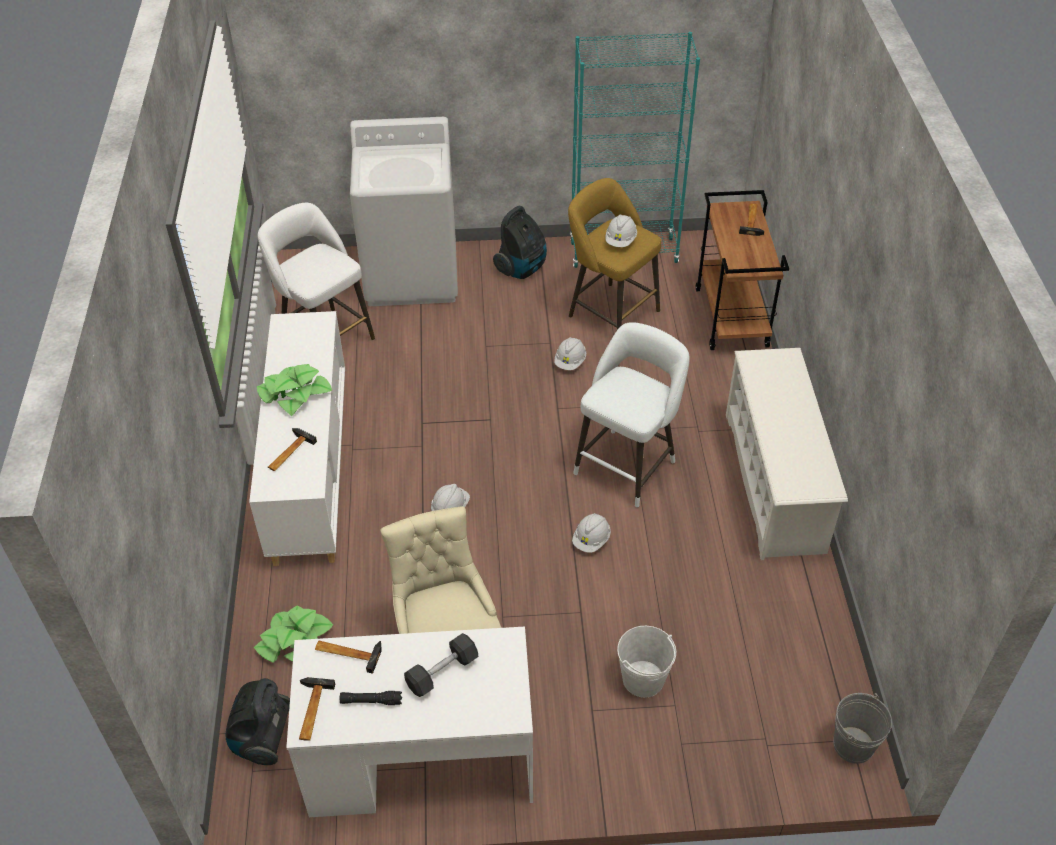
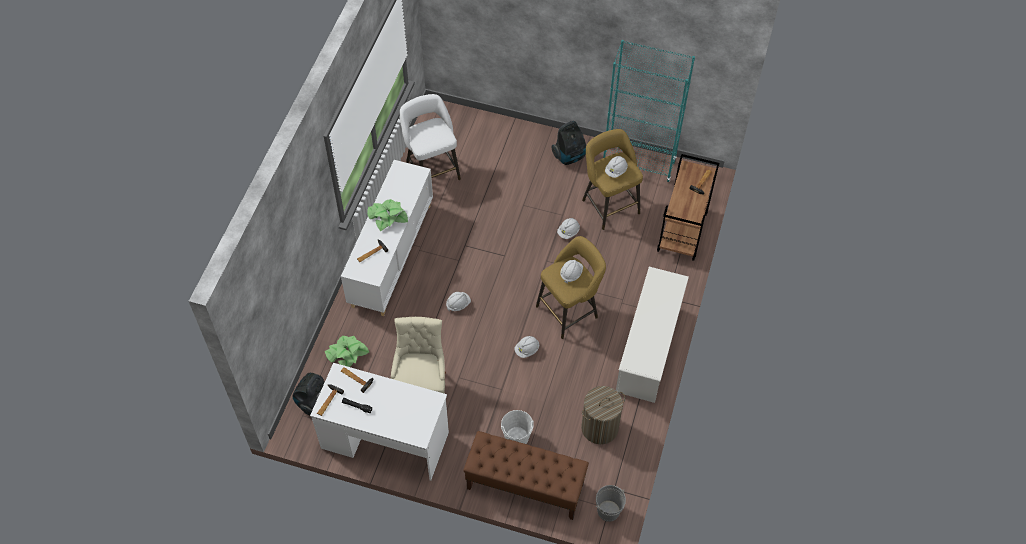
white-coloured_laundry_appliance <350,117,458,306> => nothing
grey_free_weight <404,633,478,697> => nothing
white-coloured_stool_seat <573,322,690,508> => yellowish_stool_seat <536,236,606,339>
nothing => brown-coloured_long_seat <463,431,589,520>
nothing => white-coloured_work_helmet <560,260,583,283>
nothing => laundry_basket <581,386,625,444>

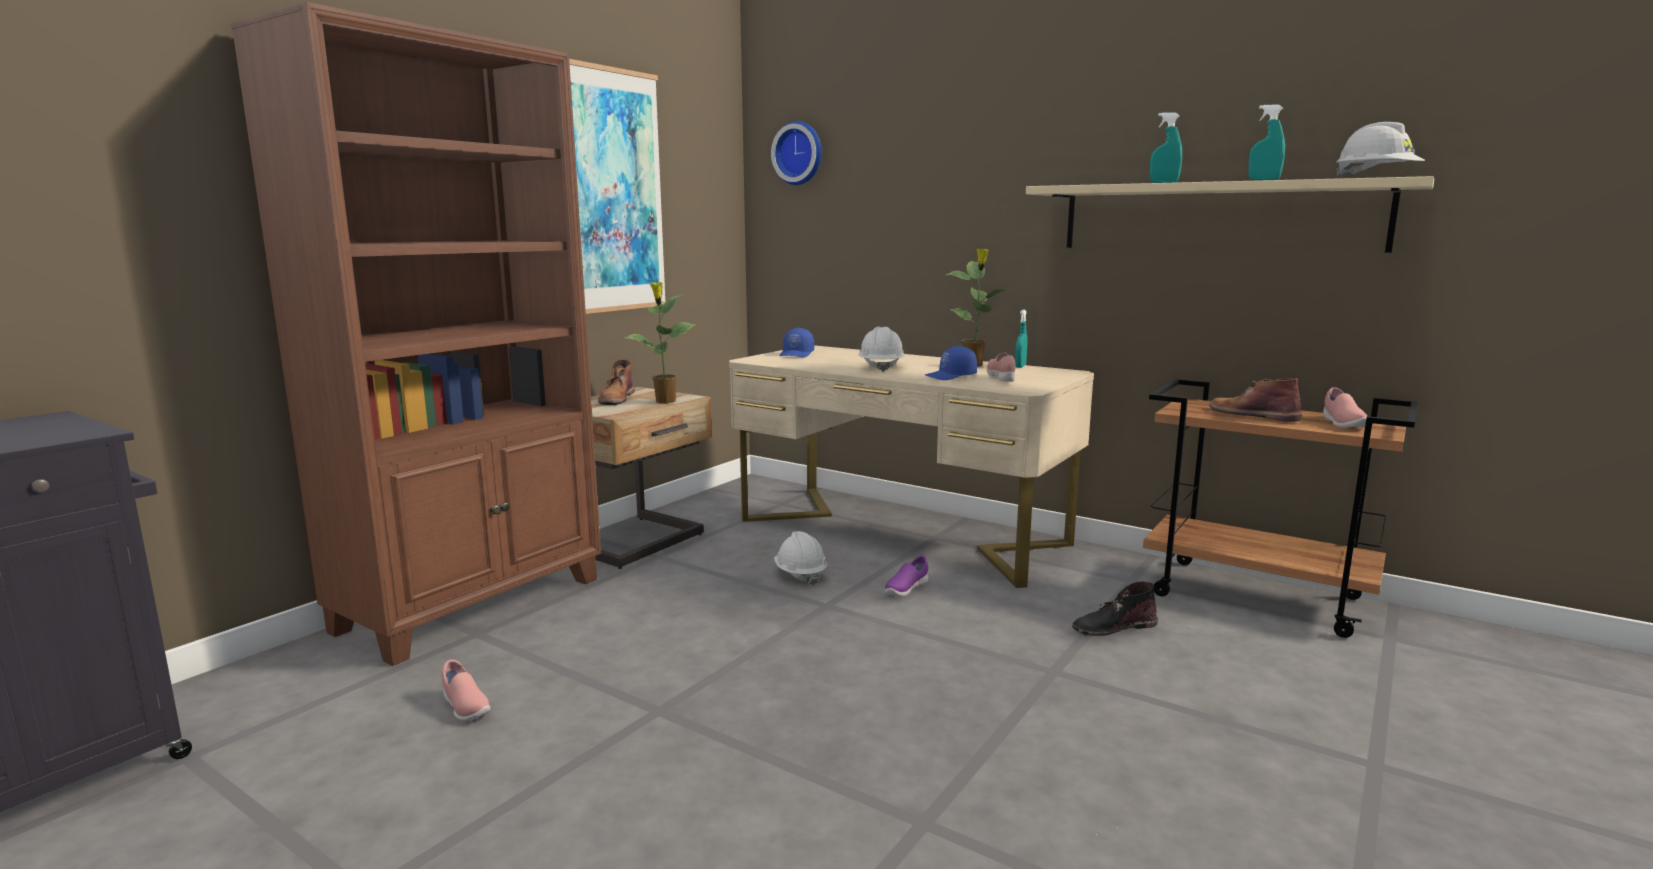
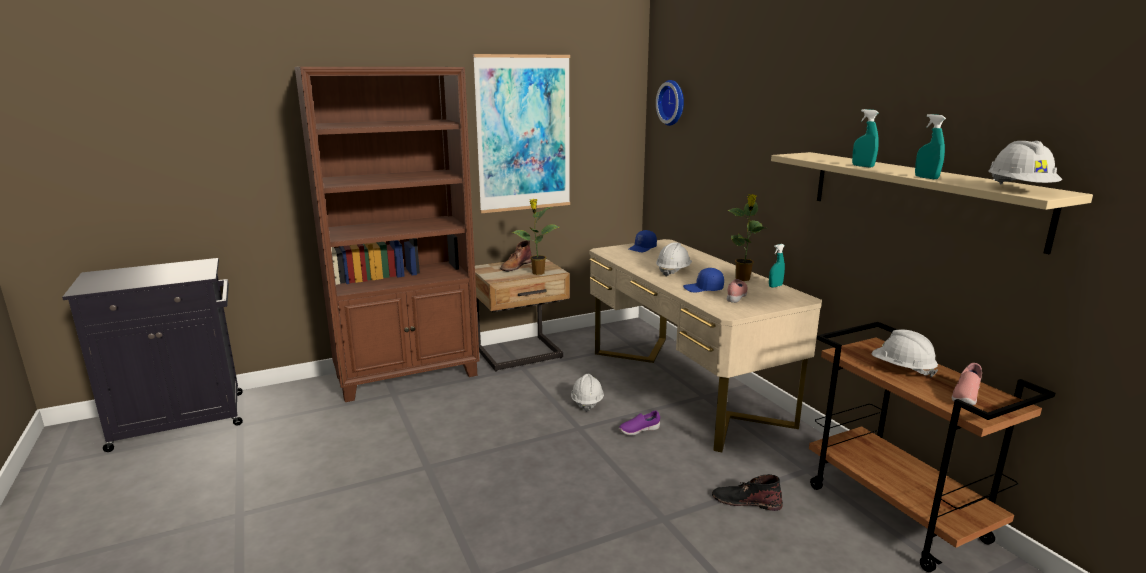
pinkish_low_shoe <442,660,490,721> => nothing
brown-coloured_tall_boot <1209,378,1302,422> => white-coloured_work_helmet <871,330,938,378>

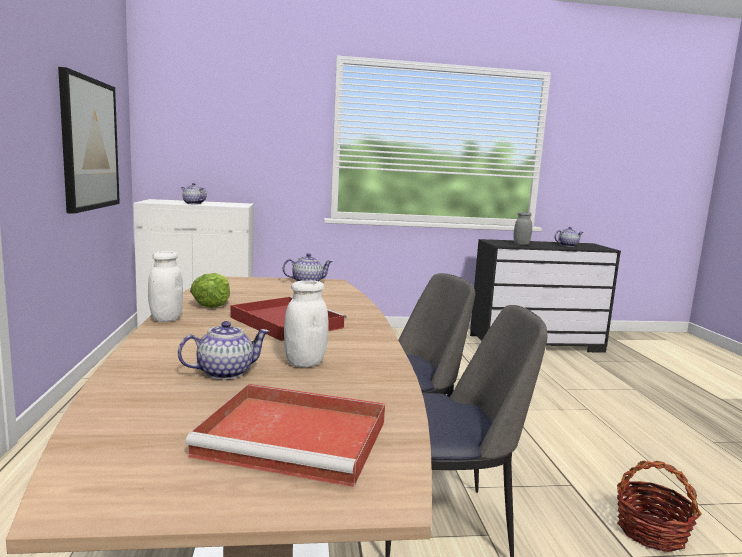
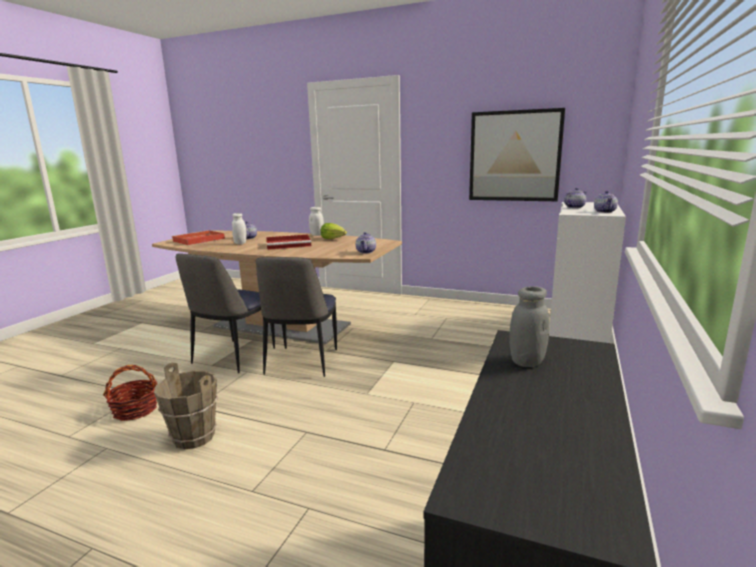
tea_pot <554,227,584,247> => tea_pot <594,191,618,213>, move
nothing => brown-coloured_pail <154,362,218,449>

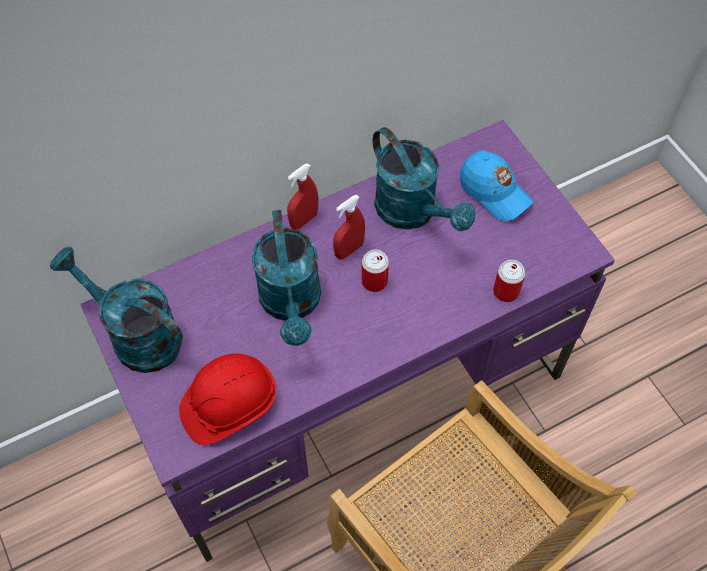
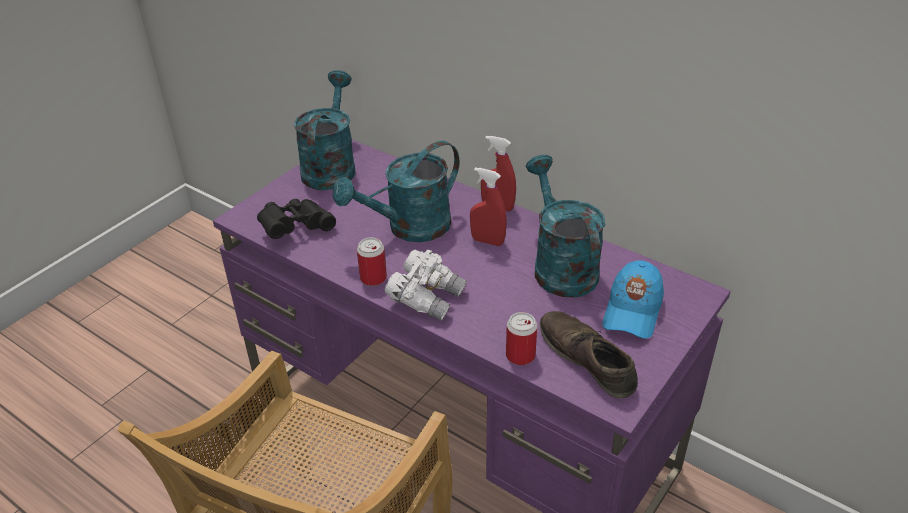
red-coloured_work_helmet <179,354,276,445> => blackish_binoculars <257,199,336,239>
sealed_can <362,250,389,292> => sealed_can <357,237,387,286>, move
blue-green_sprinkling_can <372,127,475,231> => blue-green_sprinkling_can <526,155,605,298>, 135 degrees clockwise
nothing => white-coloured_binoculars <385,250,467,321>
nothing => brown-coloured_low_shoe <540,311,638,398>

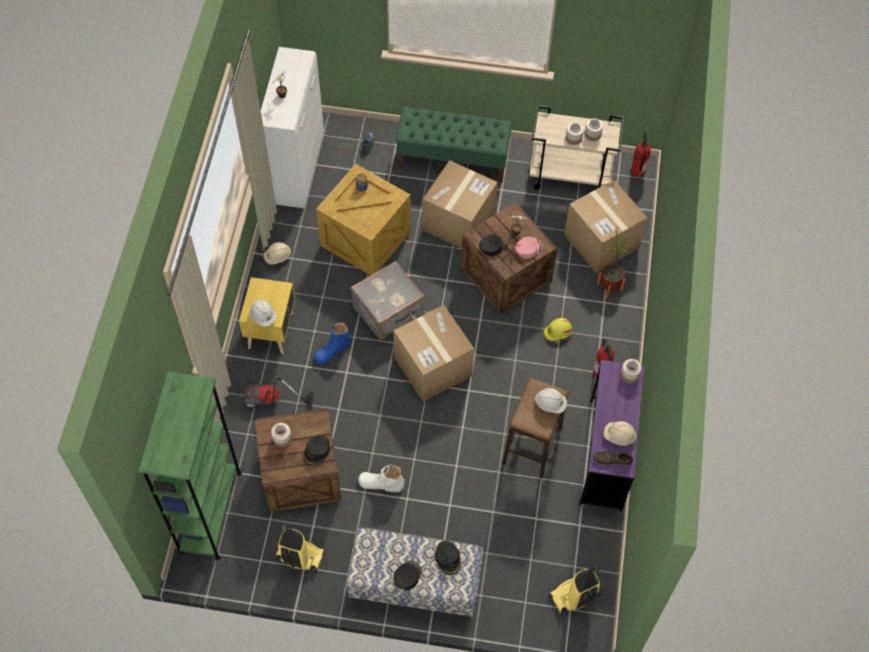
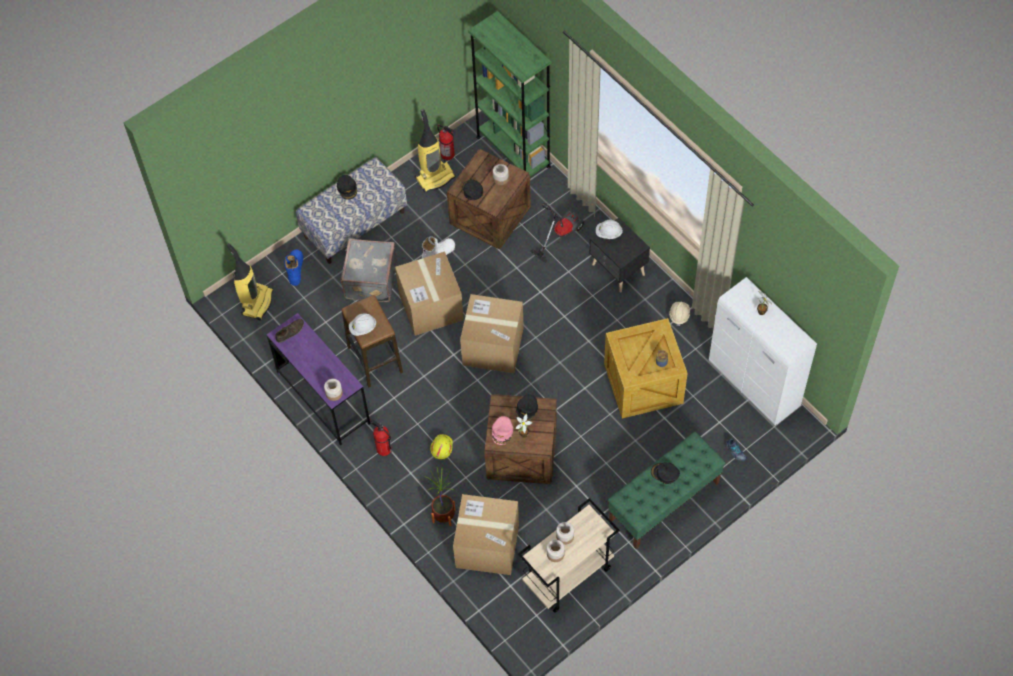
yellowish_night_table <239,277,295,354> => blackish_night_table <589,218,650,293>
blue-coloured_tall_boot <314,322,351,365> => blue-coloured_tall_boot <284,249,303,286>, move
grey_suitcase <351,261,425,340> => grey_suitcase <341,239,397,302>, move
packing_box <423,160,498,248> => packing_box <395,251,464,336>, move
blackish_cap <435,541,461,575> => blackish_cap <651,462,680,484>, move
beige_work_helmet <604,421,636,446> => nothing
fire_extinguisher <631,130,651,177> => fire_extinguisher <437,125,455,160>, move

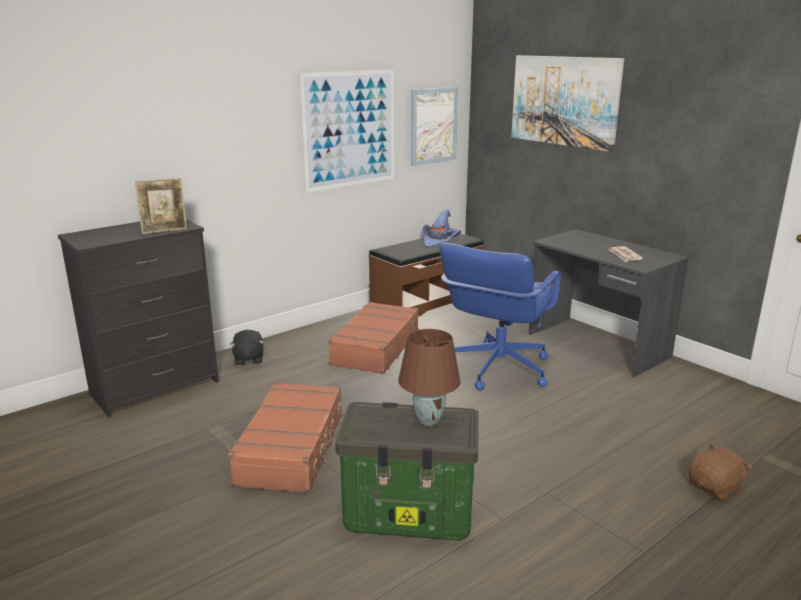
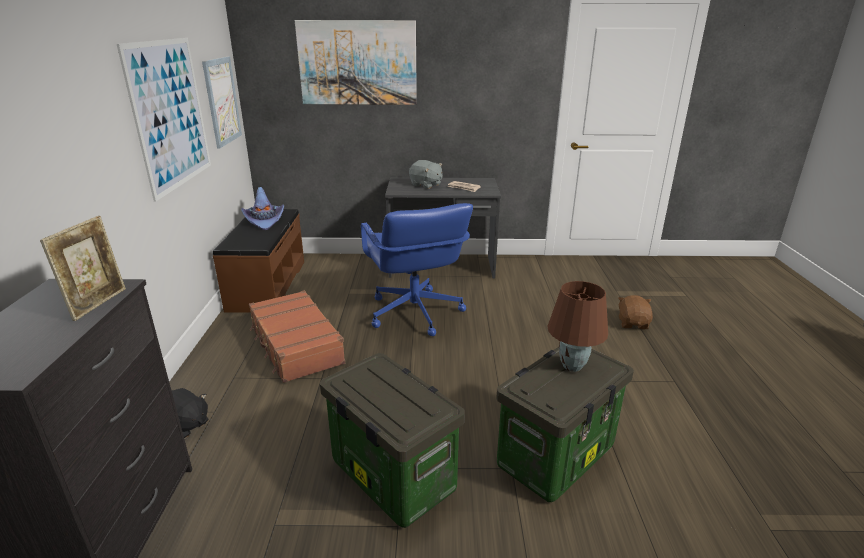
brown-coloured_suitcase <228,382,344,493> => storage_bin <320,353,465,528>
nothing => grey_soft_toy <409,160,443,189>

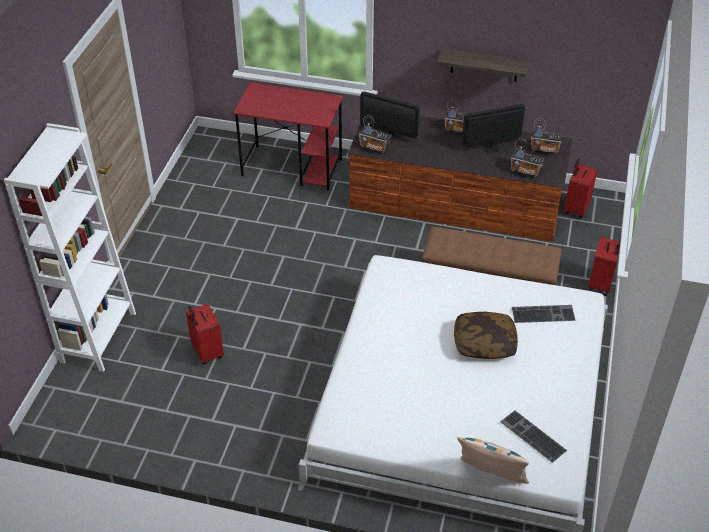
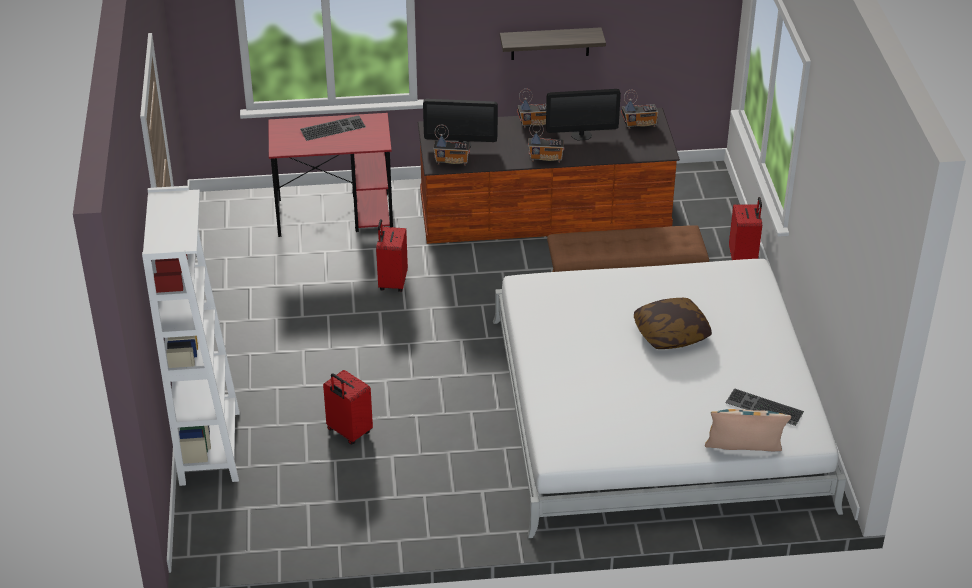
monitor <462,104,525,153> => monitor <546,89,621,141>, 150 degrees counterclockwise
radio <511,139,544,177> => radio <528,122,564,163>, move
keyboard <512,305,576,323> => keyboard <300,115,366,141>, move
red-coloured_suitcase <564,158,597,218> => red-coloured_suitcase <376,219,408,292>, move

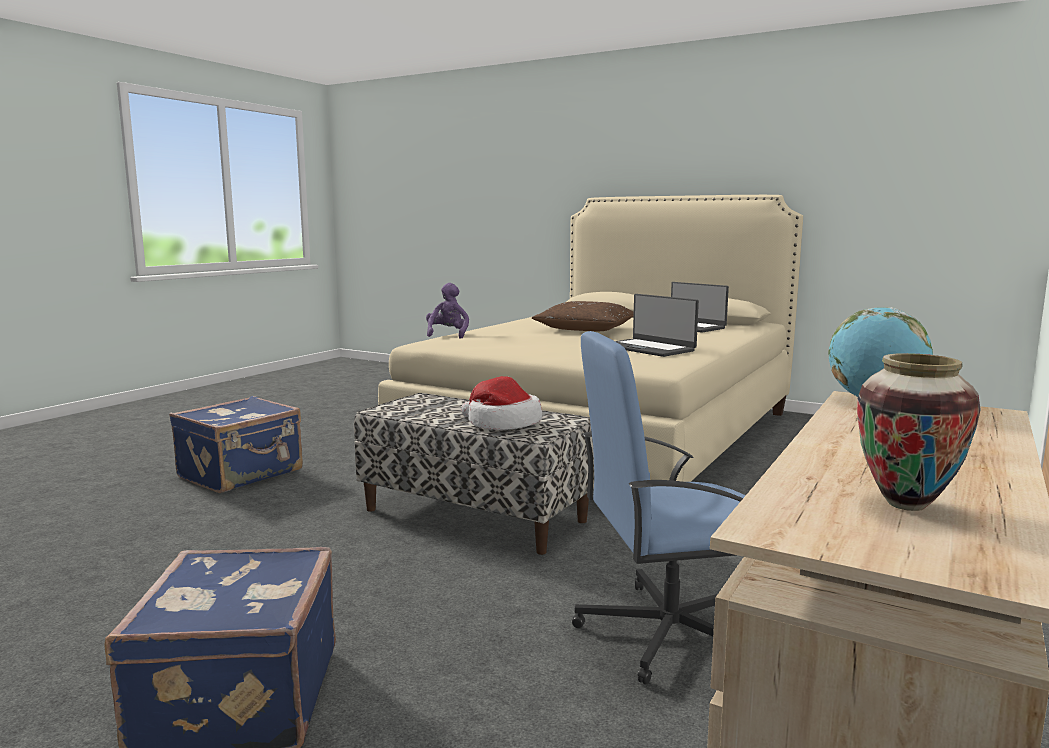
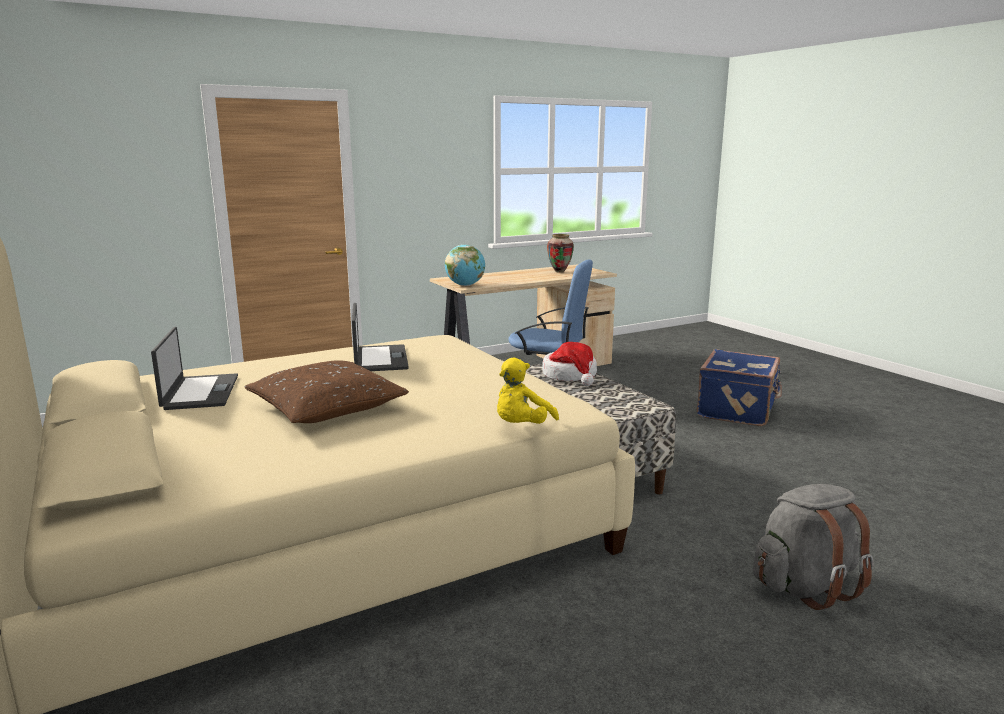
blue-coloured_suitcase <169,396,303,493> => grey_backpack <753,484,874,610>
purple_soft_toy <426,283,469,338> => yellowish_soft_toy <497,358,559,424>

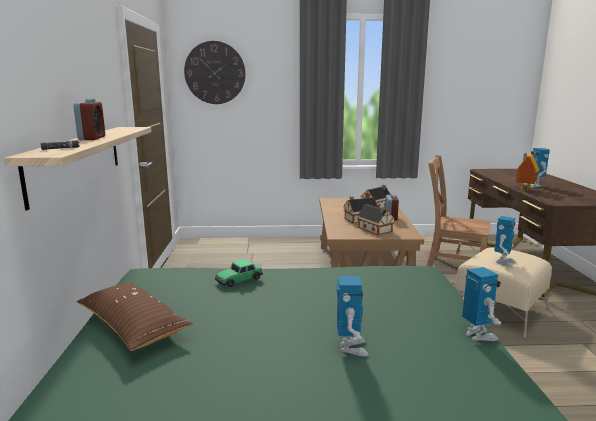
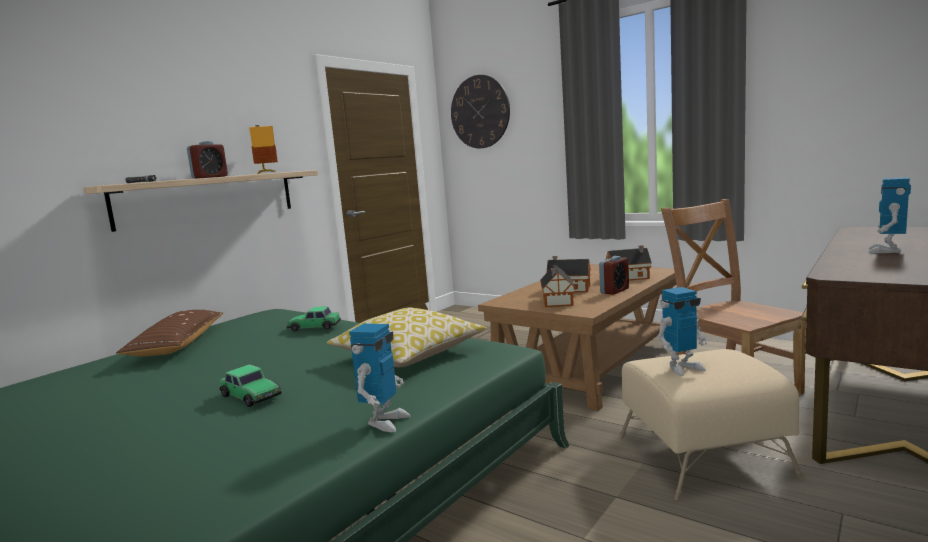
toy_robot <337,276,368,356> => toy_car <220,364,282,407>
model_house <516,153,540,191> => model_house <249,125,278,173>, move
nothing => cushion <327,308,486,367>

